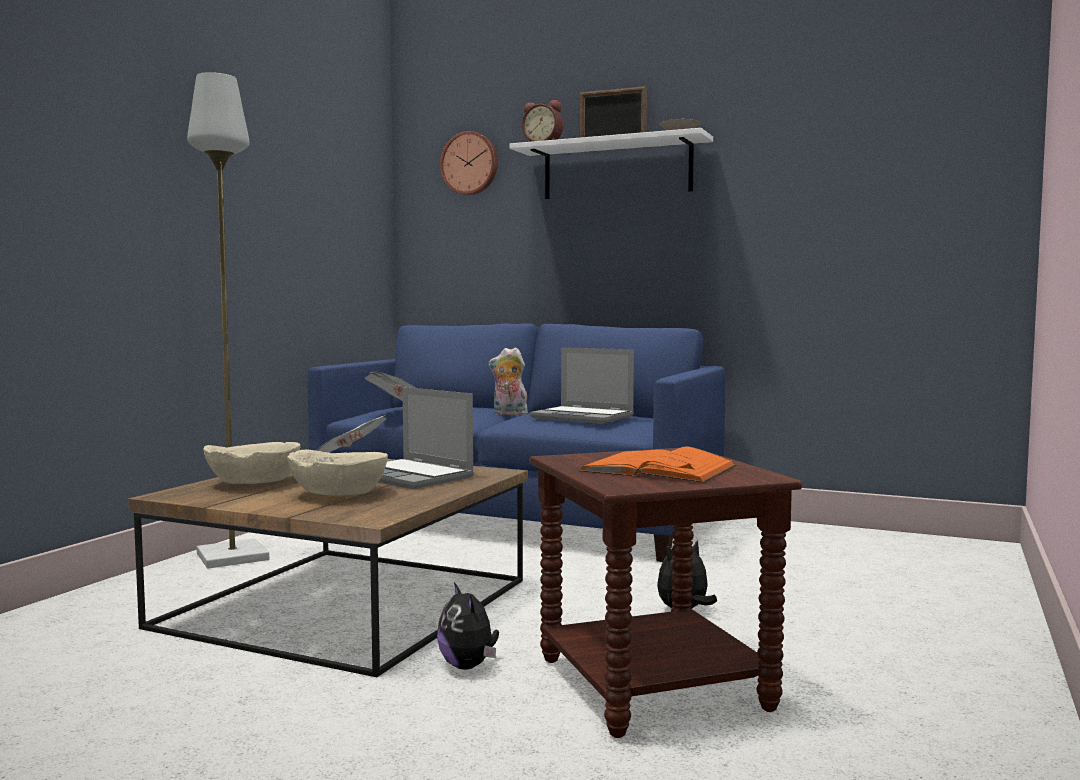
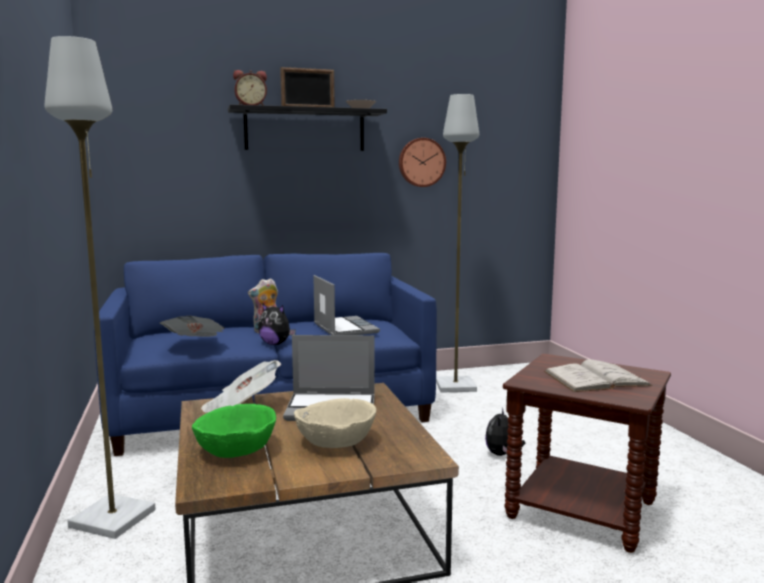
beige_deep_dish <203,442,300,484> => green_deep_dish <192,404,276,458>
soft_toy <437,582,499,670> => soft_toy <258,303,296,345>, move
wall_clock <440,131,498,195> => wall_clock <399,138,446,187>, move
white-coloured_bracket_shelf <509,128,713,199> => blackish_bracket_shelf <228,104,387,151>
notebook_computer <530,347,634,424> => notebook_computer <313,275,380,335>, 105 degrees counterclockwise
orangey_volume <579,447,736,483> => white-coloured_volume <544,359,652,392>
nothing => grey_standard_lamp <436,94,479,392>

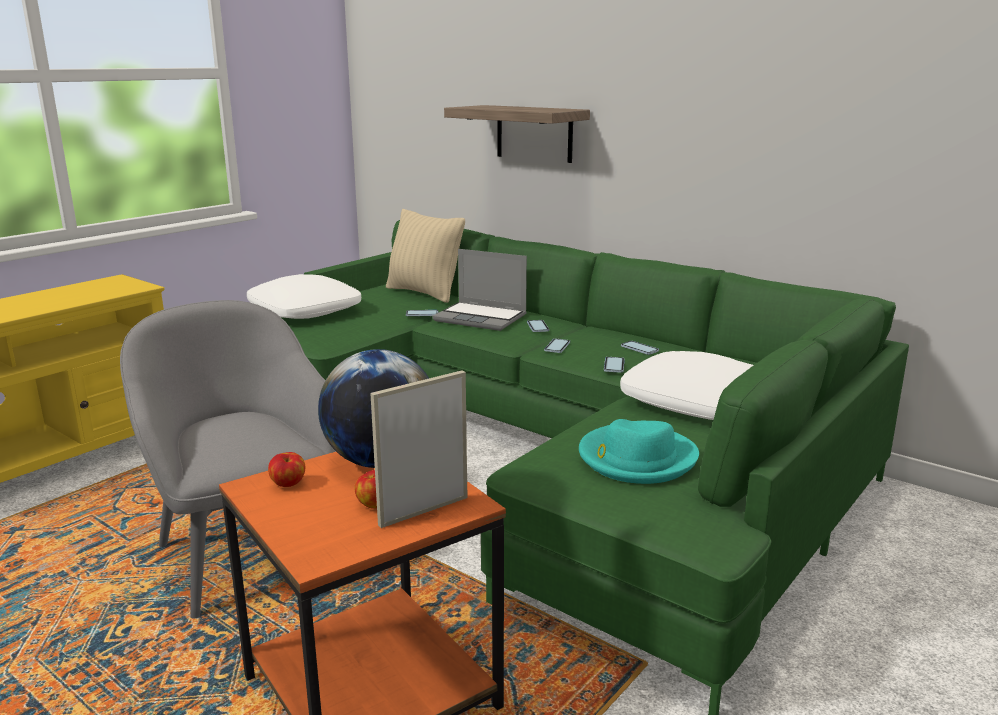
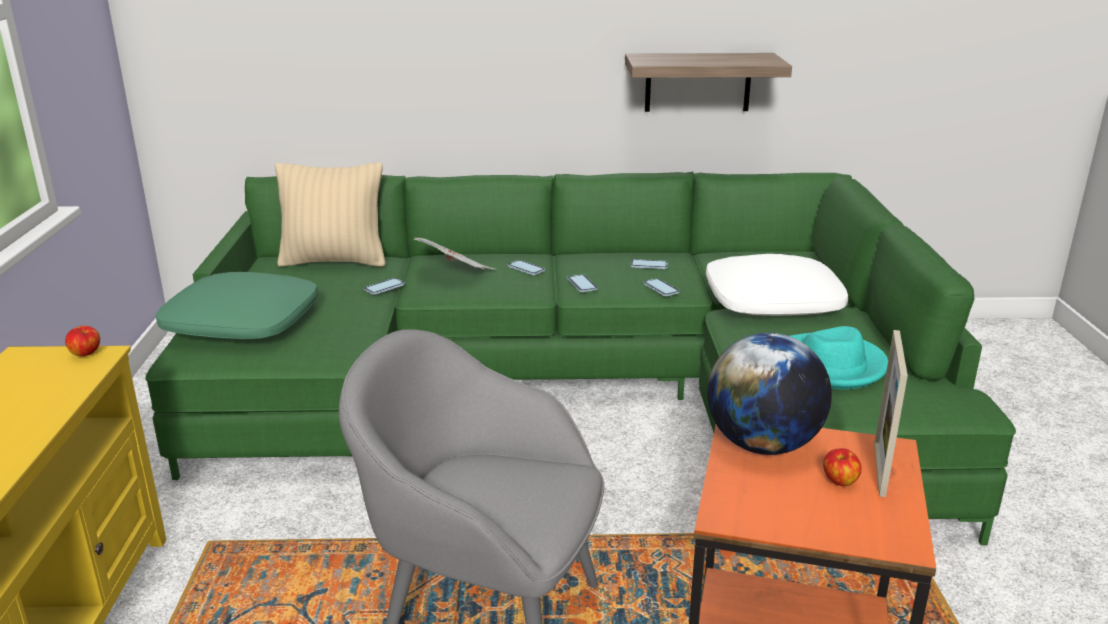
white-coloured_cushion <247,274,361,319> => green_cushion <156,272,318,340>
apple <268,452,305,487> => apple <65,326,100,356>, move
notebook_computer <432,249,527,331> => printed_paper <414,238,495,269>
bracket_shelf <444,105,590,163> => bracket_shelf <625,53,792,112>, move

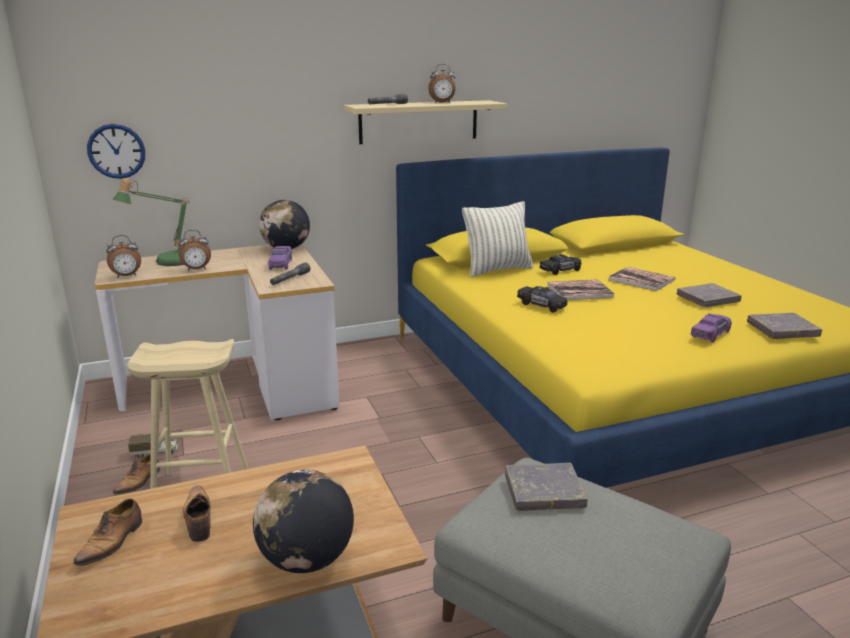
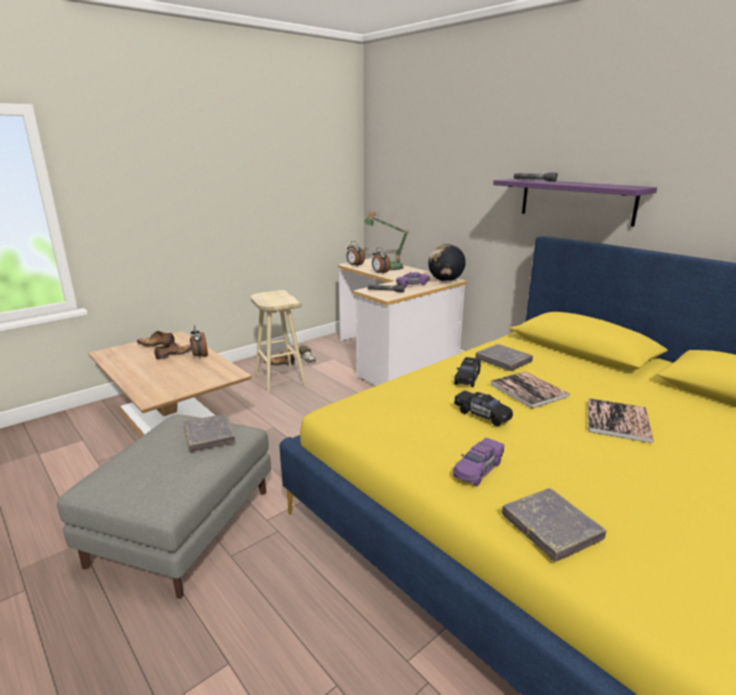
wall_clock <87,124,145,179> => nothing
desk_globe <253,470,354,573> => nothing
beige_bracket_shelf <344,100,507,144> => purple_bracket_shelf <493,179,657,227>
bedside_clock <428,64,456,103> => bedside_clock <190,325,208,358>, move
cushion <462,201,533,277> => nothing
blackish_toy_car <539,254,582,275> => blackish_toy_car <454,391,513,426>, move
grey_volume <677,283,741,307> => grey_volume <475,344,533,371>, move
purple_toy_car <691,313,732,343> => purple_toy_car <453,438,505,486>, 105 degrees clockwise

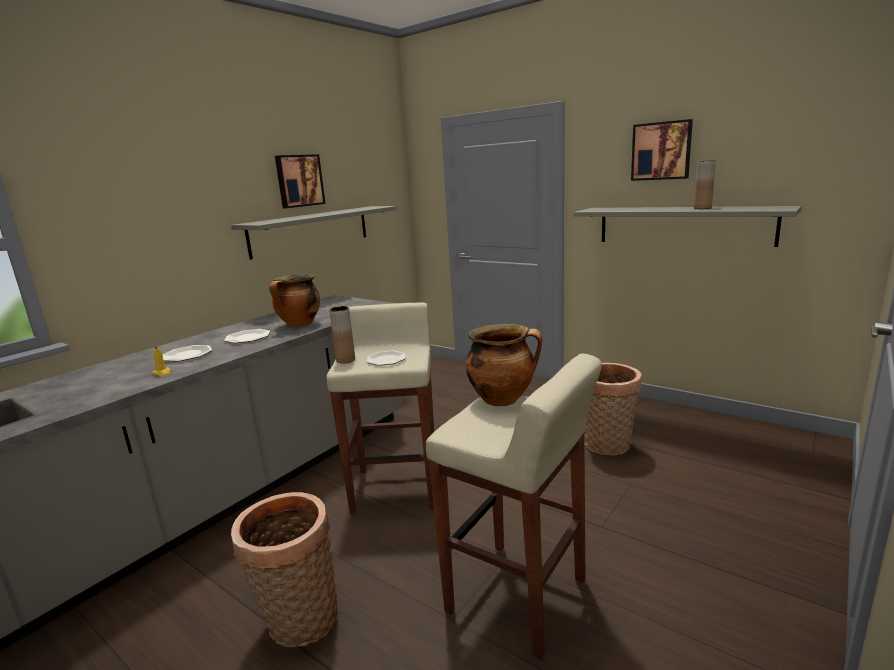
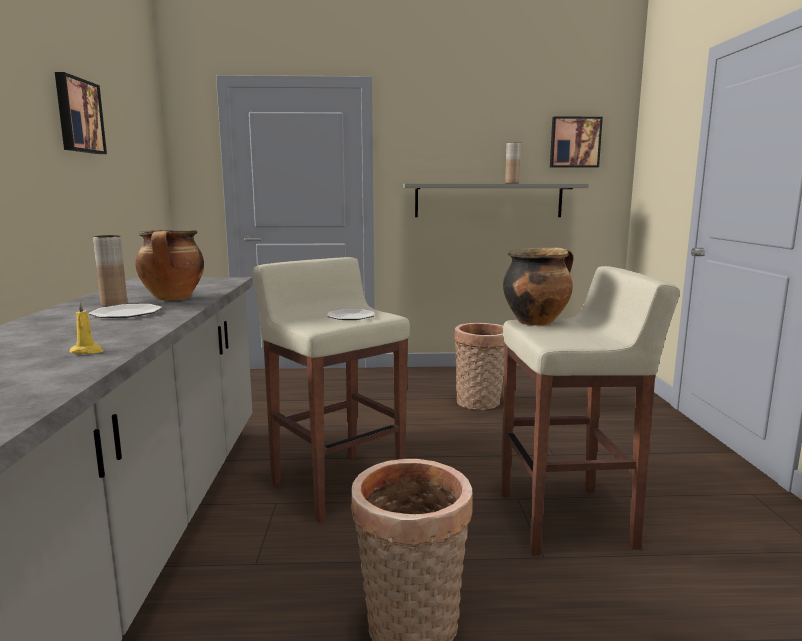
flat_dish <163,345,212,361> => nothing
grey_bracket_shelf <231,206,397,260> => nothing
brown-coloured_vase <329,306,355,363> => brown-coloured_vase <93,235,128,307>, move
wall_art <631,119,693,181> => wall_art <550,117,603,168>, move

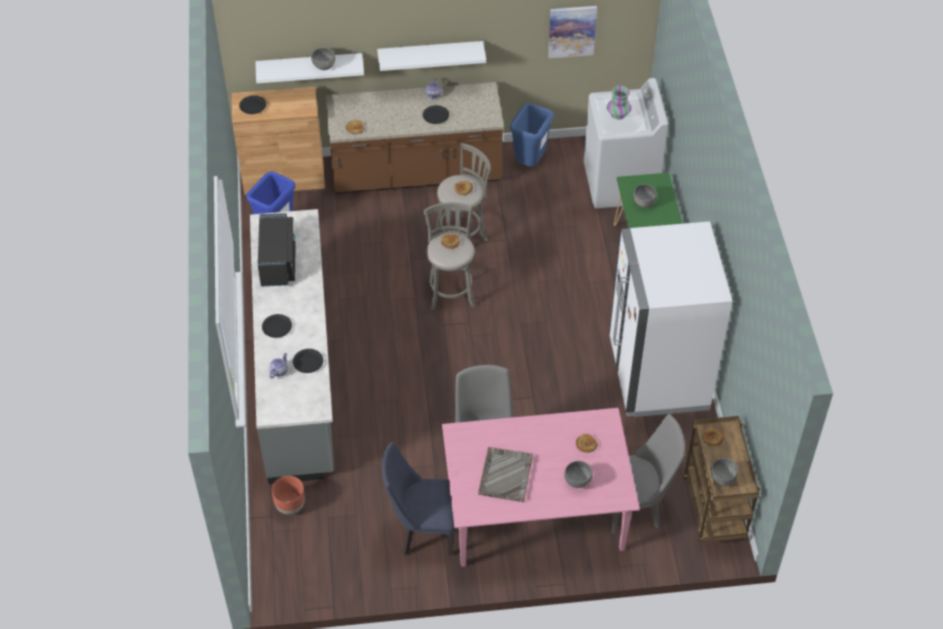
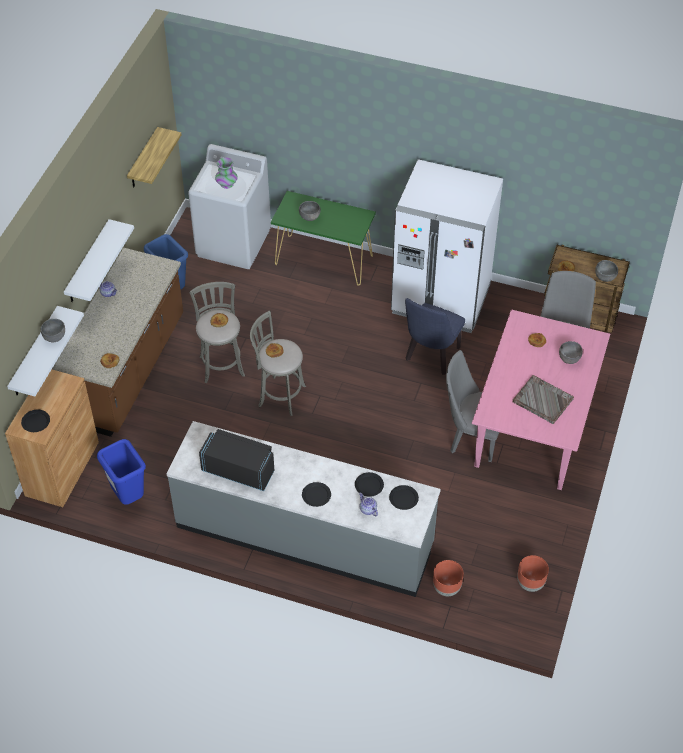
blue-coloured_plain_chair <382,441,454,555> => blue-coloured_plain_chair <405,298,465,375>, move
blackish_flat_dish <423,105,449,124> => blackish_flat_dish <389,485,419,510>, move
wall_art <548,6,597,58> => bracket_shelf <127,127,182,187>
nothing => brown-coloured_plant_pot <517,555,549,592>

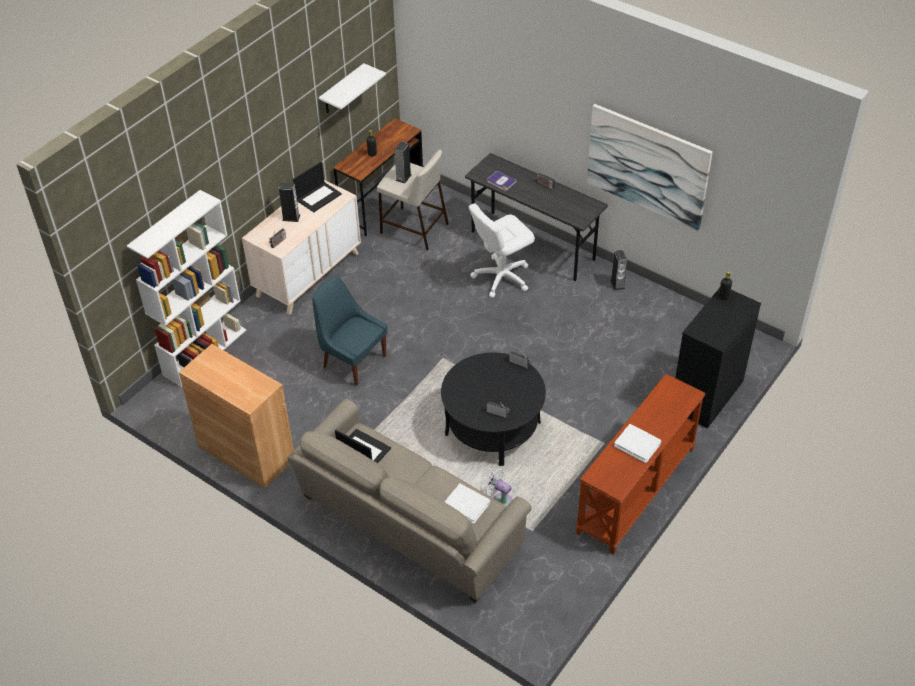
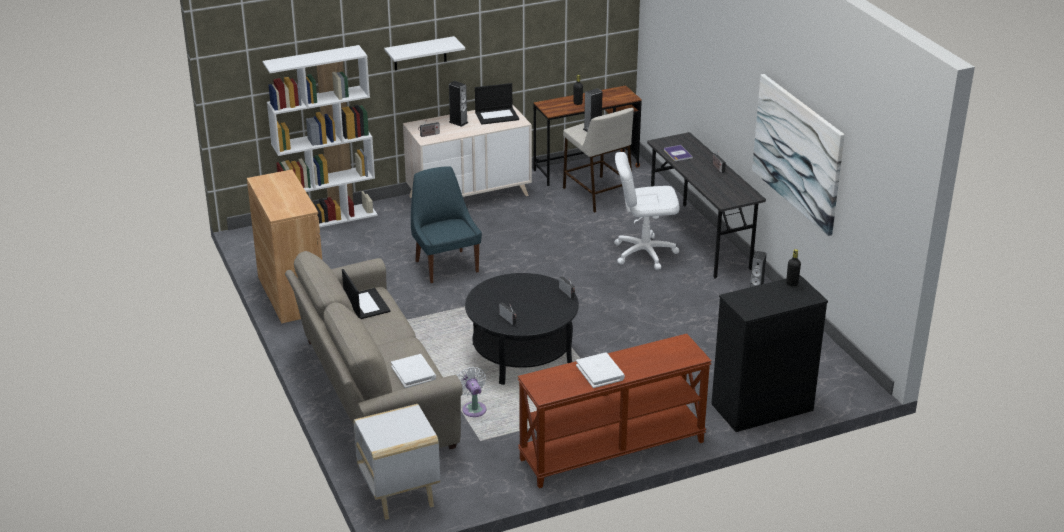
white-coloured_bracket_shelf <319,63,386,113> => white-coloured_bracket_shelf <384,36,465,70>, move
nothing => white-coloured_accent_table <353,404,440,520>

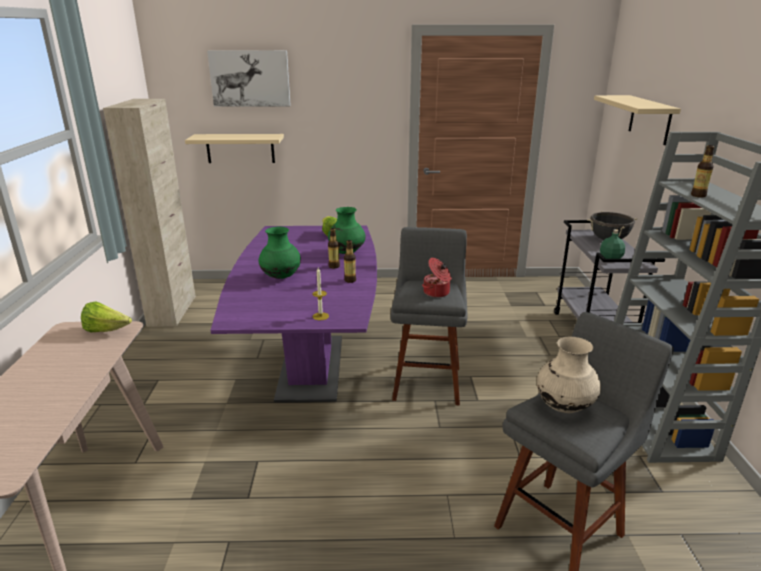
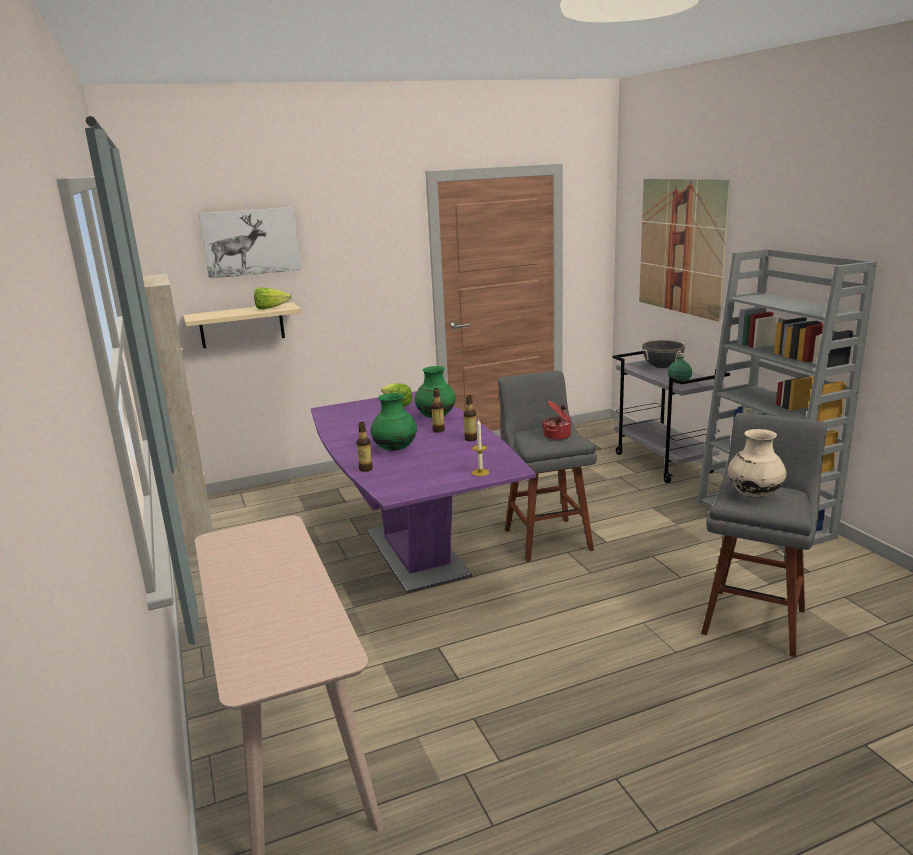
lettuce <81,302,132,332> => lettuce <254,287,292,310>, move
beige_bracket_shelf <594,95,681,145> => wall_art <639,179,730,322>
bottle <691,145,714,198> => bottle <356,422,373,472>, move

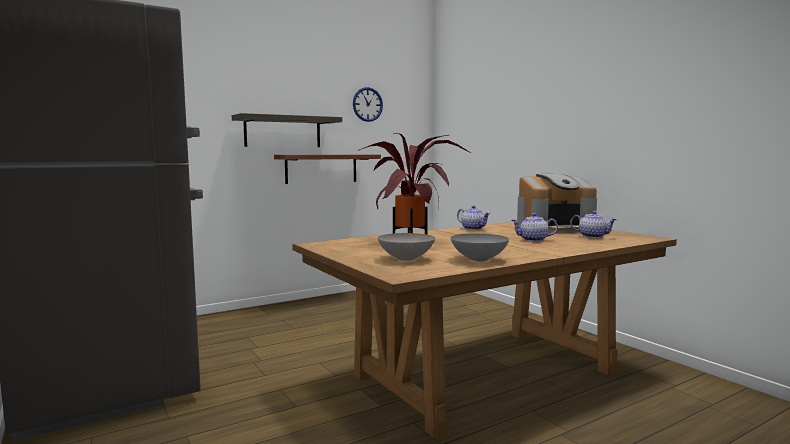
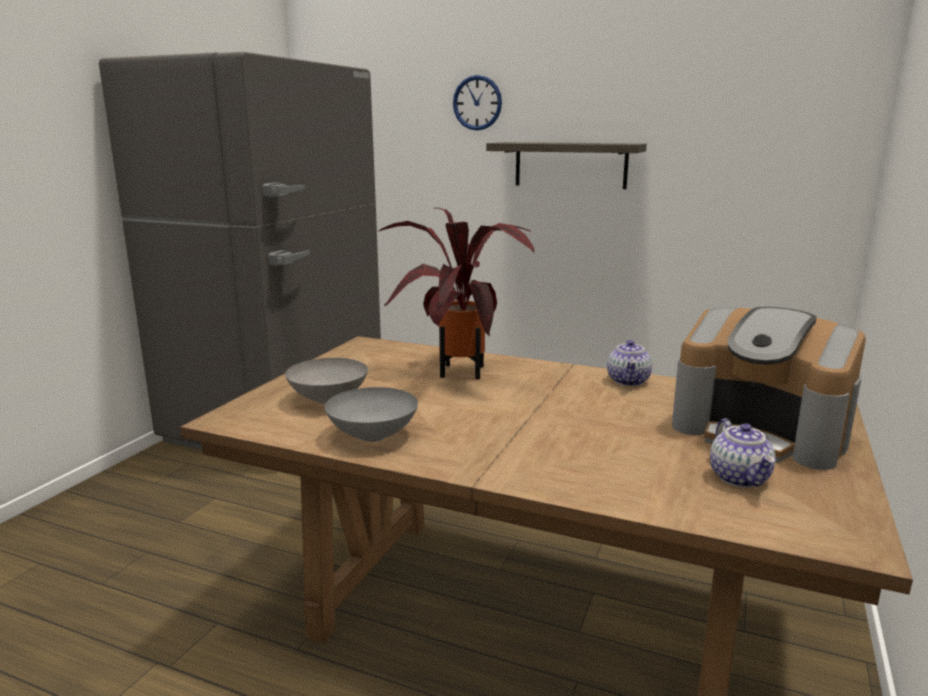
bracket_shelf <274,154,381,184> => nothing
wall_clock <353,87,383,122> => wall_clock <453,75,502,131>, move
tea_pot <511,213,558,242> => nothing

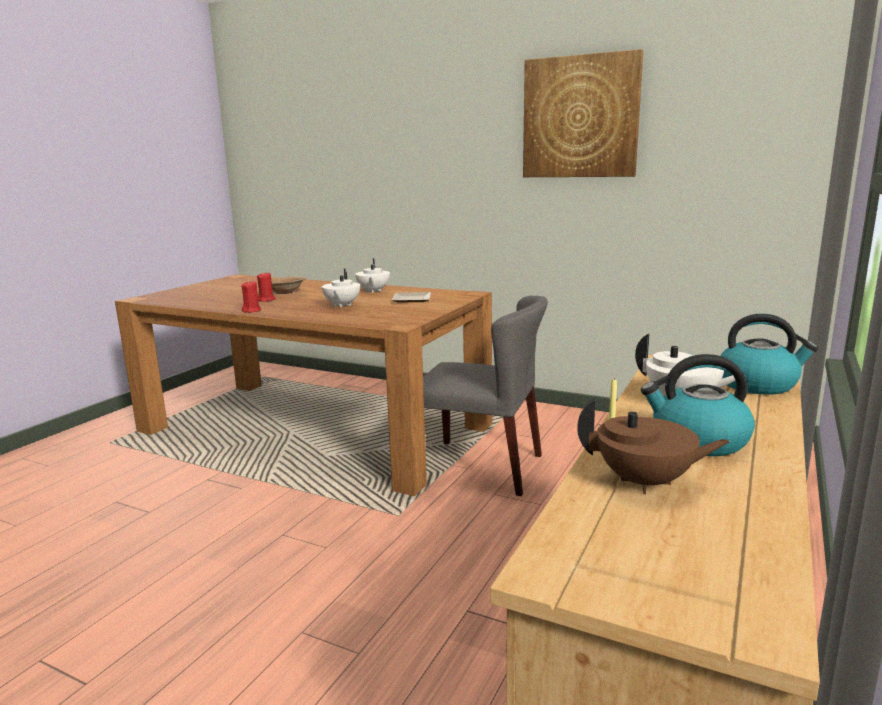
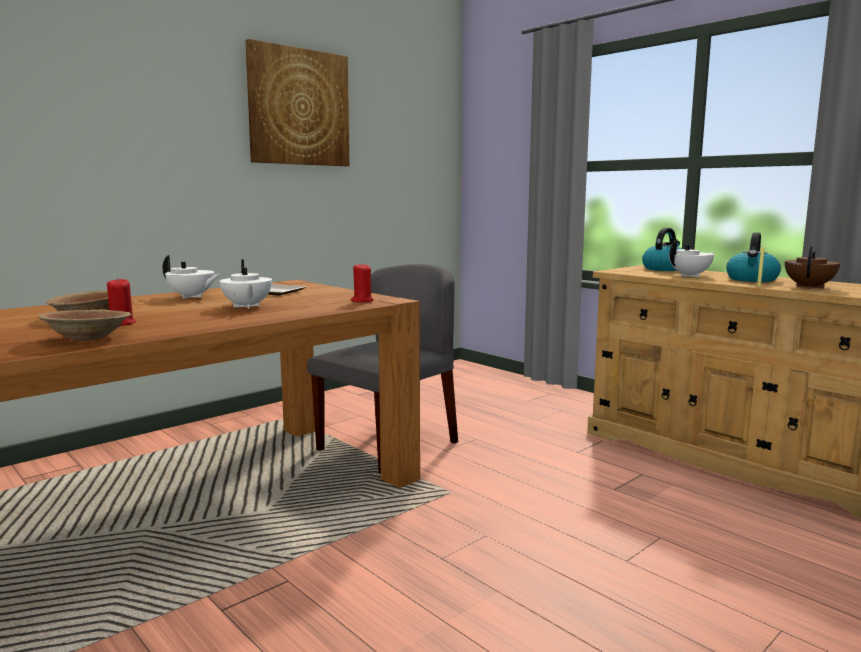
red-coloured_wax_candle <241,280,261,313> => red-coloured_wax_candle <351,263,374,302>, move
white-coloured_tea_pot <322,269,360,308> => white-coloured_tea_pot <219,259,272,309>, 45 degrees clockwise
nothing => brown-coloured_deep_dish <38,309,131,341>

